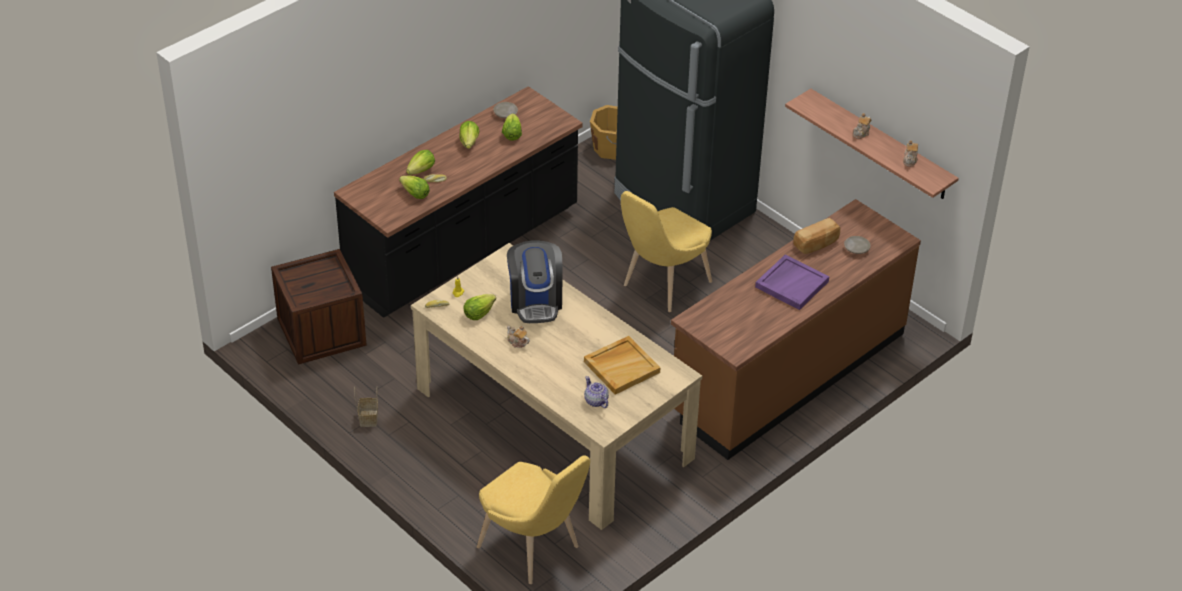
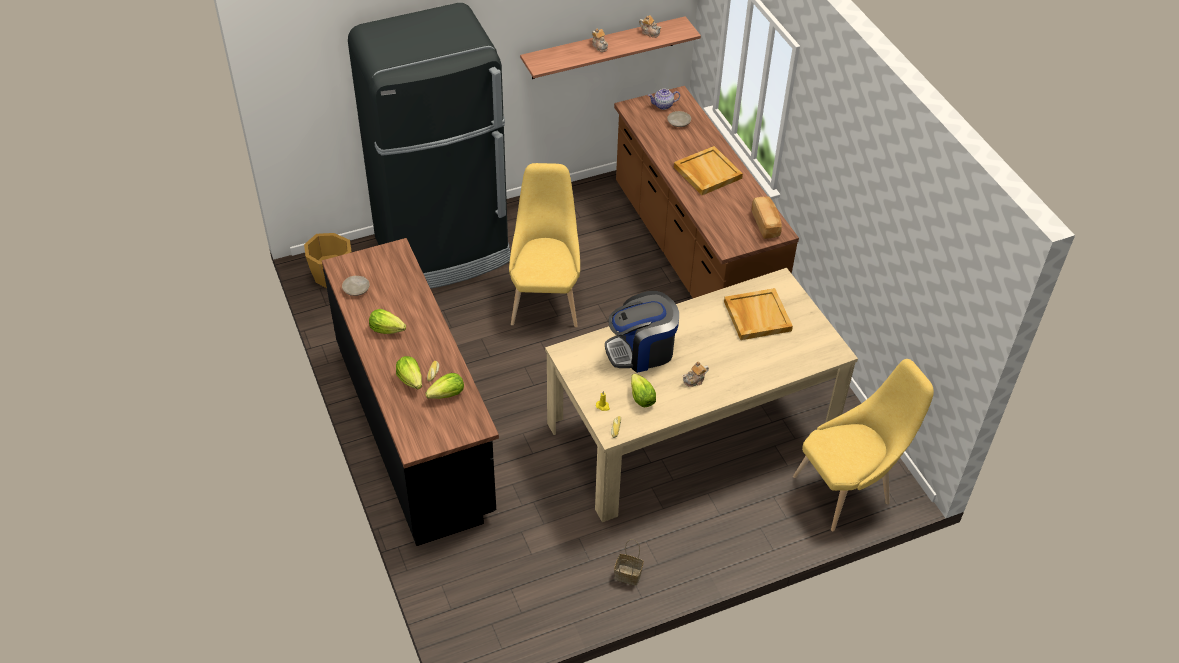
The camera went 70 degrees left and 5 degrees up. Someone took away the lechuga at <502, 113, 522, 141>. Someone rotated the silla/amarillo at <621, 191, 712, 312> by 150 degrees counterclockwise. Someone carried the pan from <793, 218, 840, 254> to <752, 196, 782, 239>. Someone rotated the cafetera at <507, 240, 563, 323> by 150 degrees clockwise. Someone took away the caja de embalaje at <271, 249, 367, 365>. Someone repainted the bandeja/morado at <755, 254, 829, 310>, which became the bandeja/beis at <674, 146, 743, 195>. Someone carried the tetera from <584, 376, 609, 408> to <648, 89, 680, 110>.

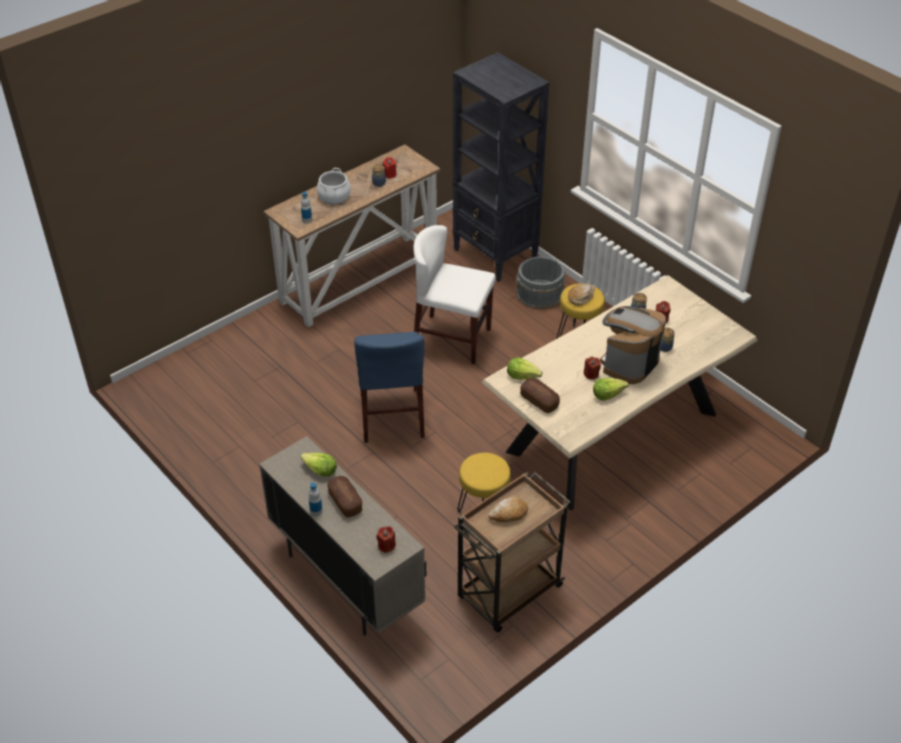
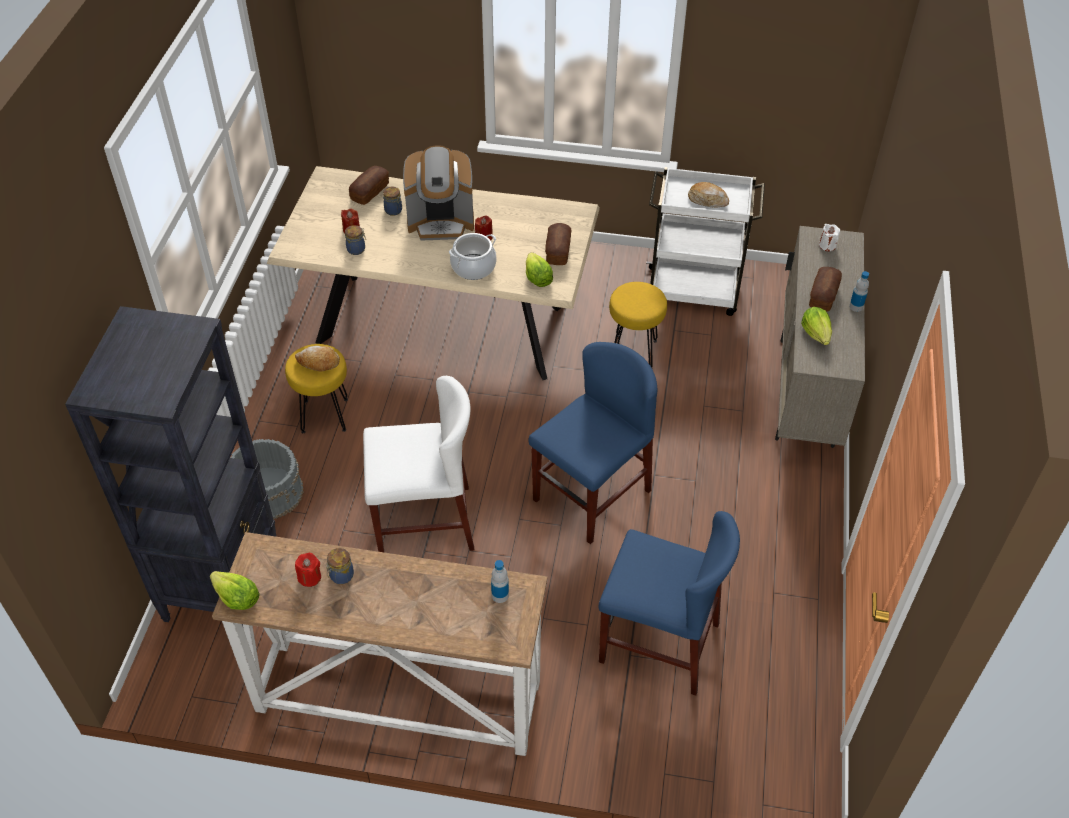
The camera went 130 degrees left and 5 degrees up. Someone carried the olla from <317, 168, 351, 204> to <449, 233, 496, 280>. Someone rotated the silla/blanco at <413, 225, 496, 364> by 75 degrees counterclockwise. Someone carried the lechuga from <593, 378, 629, 401> to <210, 571, 260, 610>. Someone repainted the carrito/marrón at <454, 472, 571, 633>, which became the carrito/blanco at <646, 167, 765, 316>. Someone repainted the vela/rojo at <376, 526, 396, 553>, which became the vela/blanco at <819, 224, 840, 251>. Someone put down the pan at <349, 166, 389, 205>. Someone put down the silla/azul at <599, 511, 740, 696>.

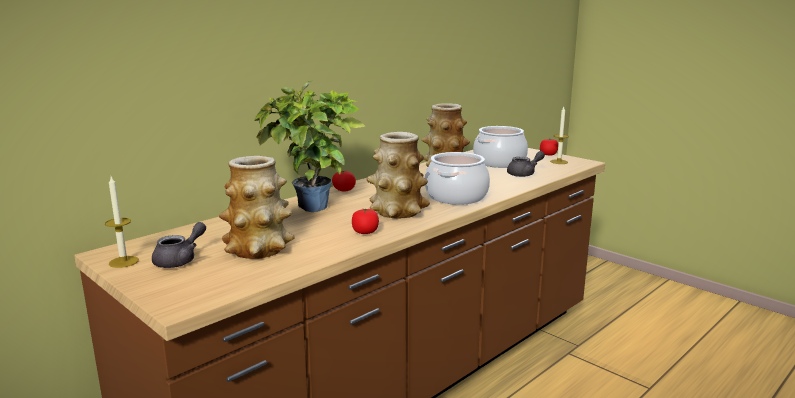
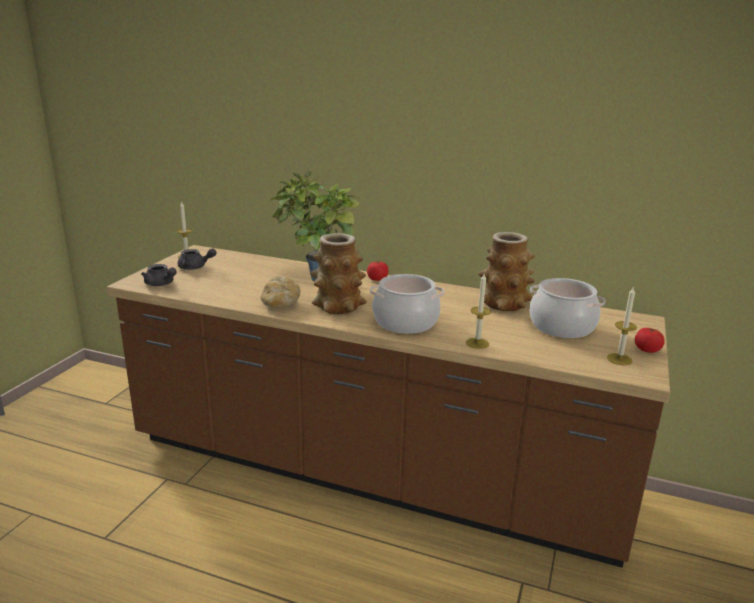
The camera went 65 degrees right and 5 degrees up. Someone carried the tetera/gris from <507, 151, 545, 177> to <141, 264, 177, 286>. Someone took away the florero at <219, 156, 295, 259>. Someone swapped the tomate at <352, 208, 379, 234> for the pan at <260, 276, 300, 308>. Someone put down the vela at <466, 274, 491, 349>.

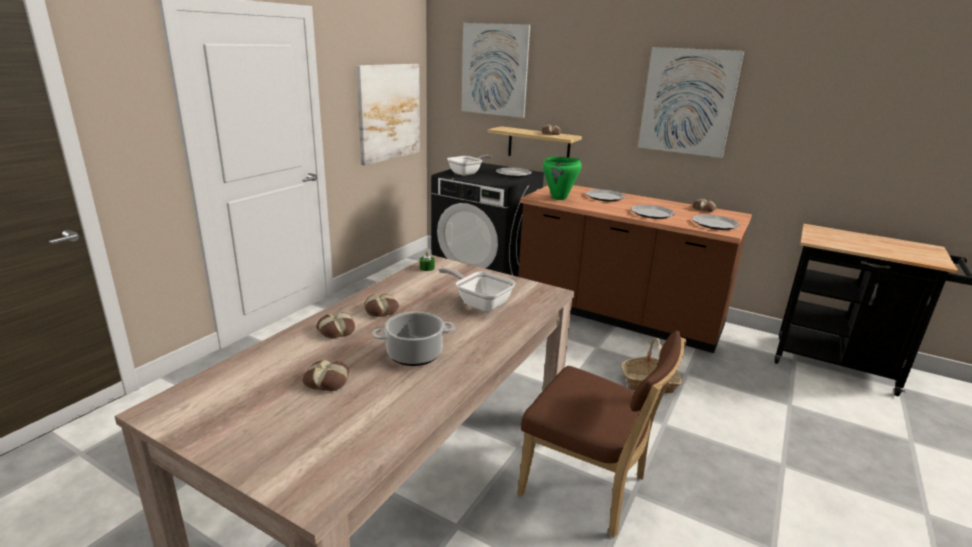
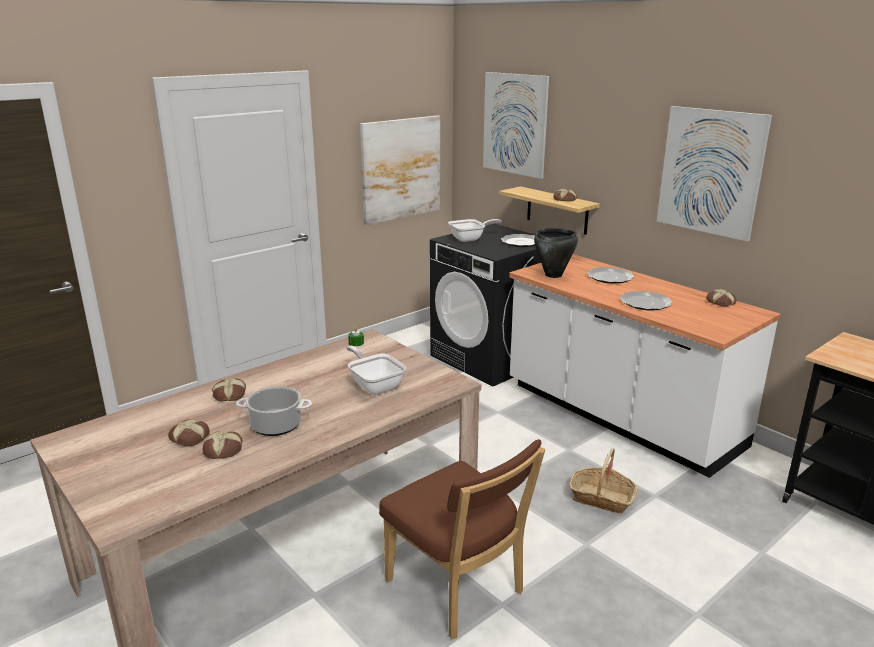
The camera went 20 degrees right and 0 degrees up. Someone repainted the olla/verde at <543, 157, 582, 200>, which became the olla/negro at <534, 228, 578, 278>. Someone repainted the mueble bajo de cocina/marrón at <518, 185, 752, 353>, which became the mueble bajo de cocina/blanco at <509, 254, 781, 478>. Someone took away the plato at <692, 214, 740, 230>. Someone carried the pan from <364, 294, 399, 317> to <203, 431, 243, 459>.

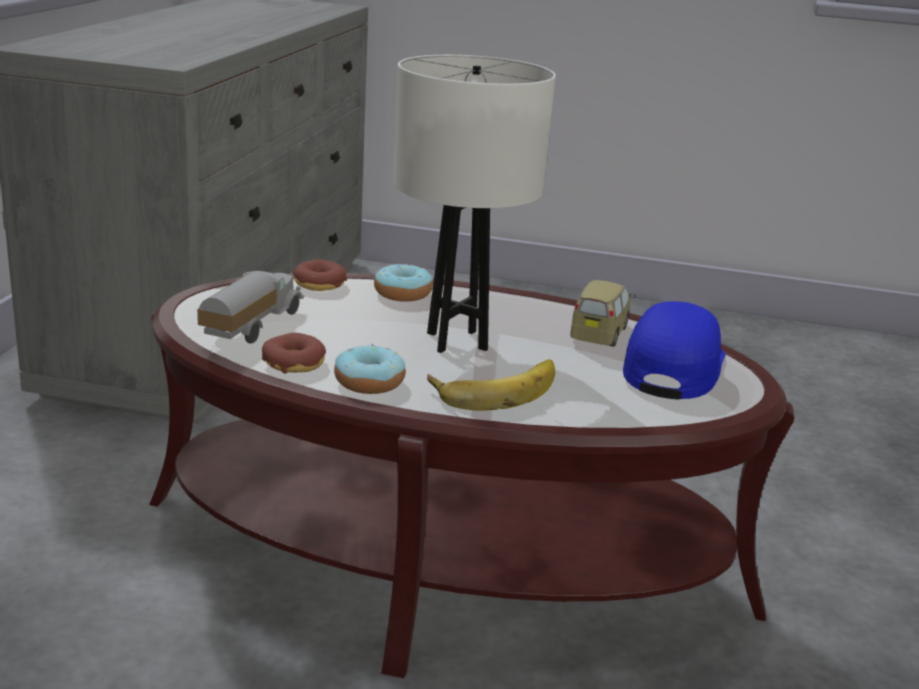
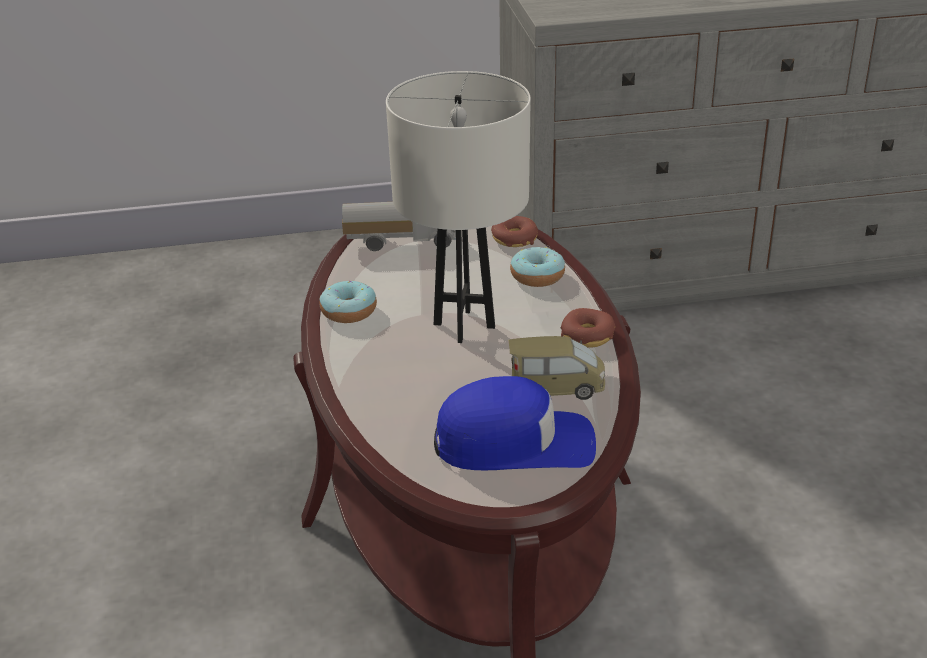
The camera went 70 degrees right and 10 degrees up. Someone carried the rosquilla from <262, 333, 326, 374> to <561, 308, 615, 348>. Someone took away the plátano at <427, 359, 555, 411>.

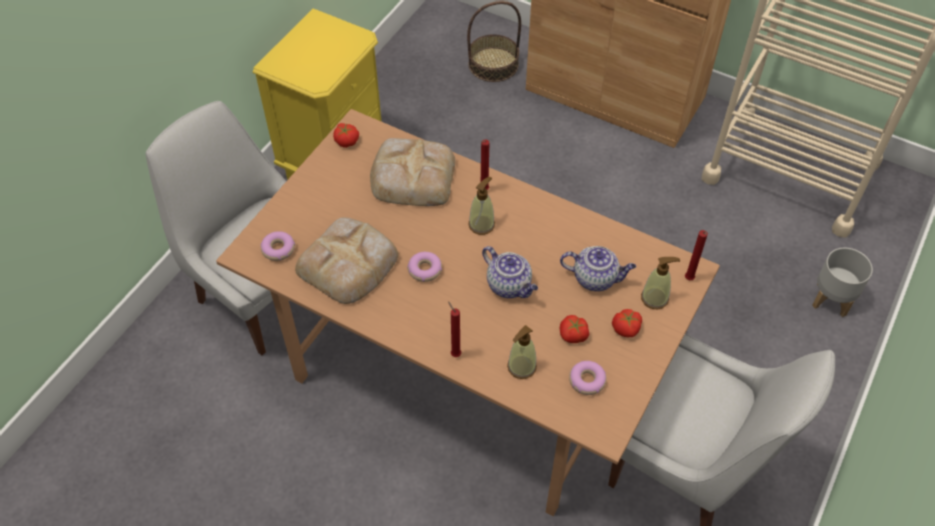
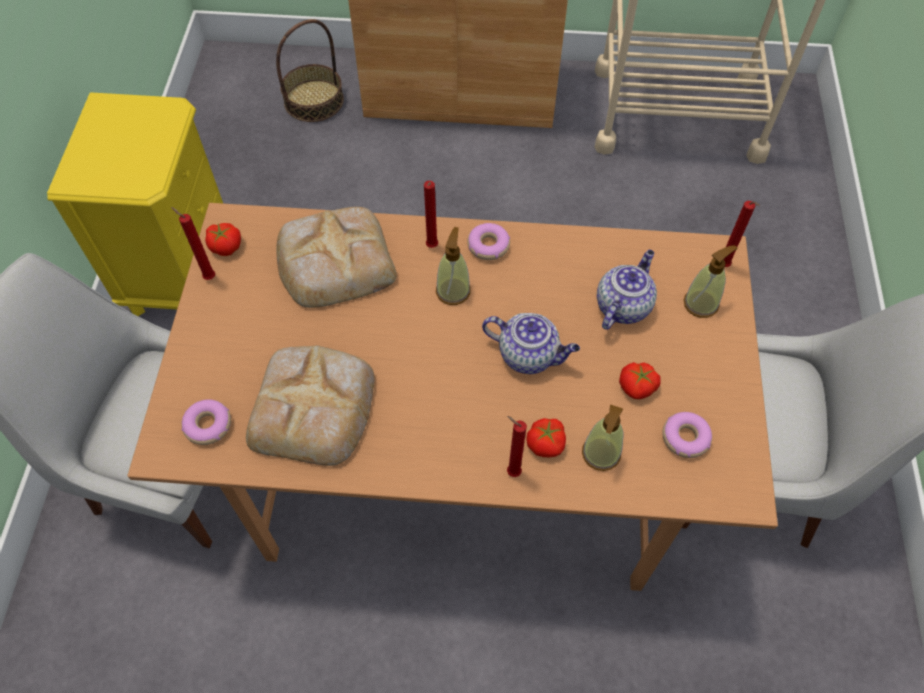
The camera went 25 degrees left and 5 degrees up. Someone rotated the tetera at <560, 246, 636, 291> by 45 degrees counterclockwise. Someone took away the maceta/gris at <812, 248, 873, 317>. Someone carried the rosquilla from <407, 252, 442, 282> to <467, 223, 510, 260>. Someone carried the tomate from <612, 309, 642, 337> to <526, 418, 566, 457>. Someone put down the vela/rojo at <171, 207, 215, 280>.

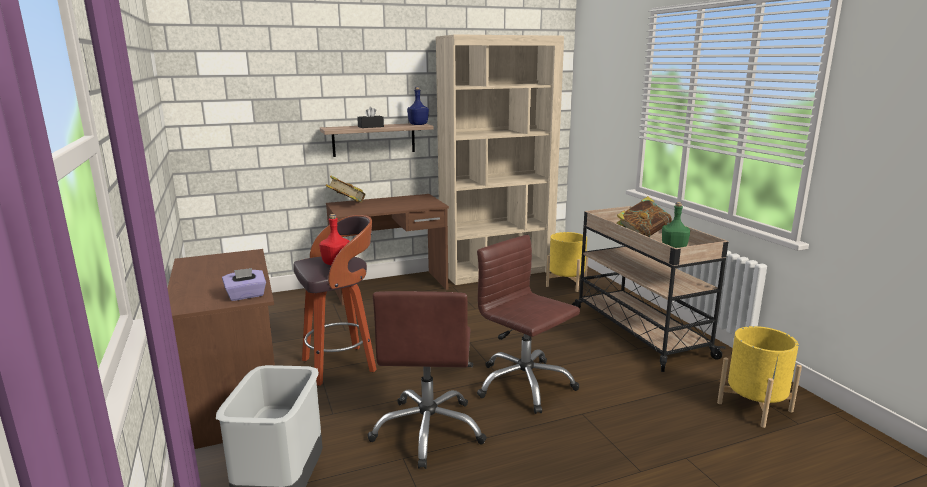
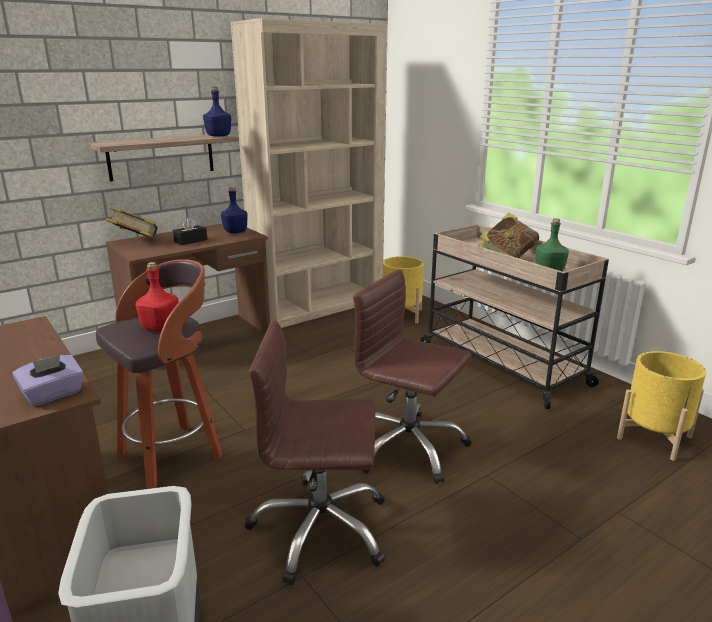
The camera went 15 degrees left and 5 degrees up. Someone carried the caja de pañuelos/negro from <357, 107, 384, 128> to <173, 217, 207, 245>. Someone rotated the silla de oficina/marrón at <368, 291, 487, 469> by 105 degrees clockwise. Someone put down the botella/azul at <221, 187, 248, 233>.

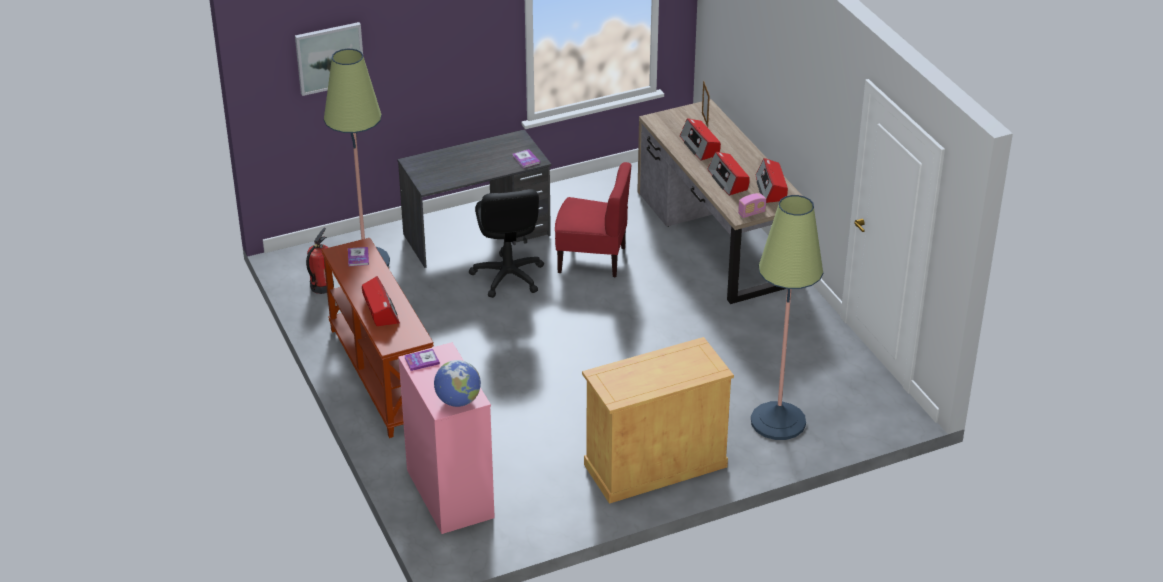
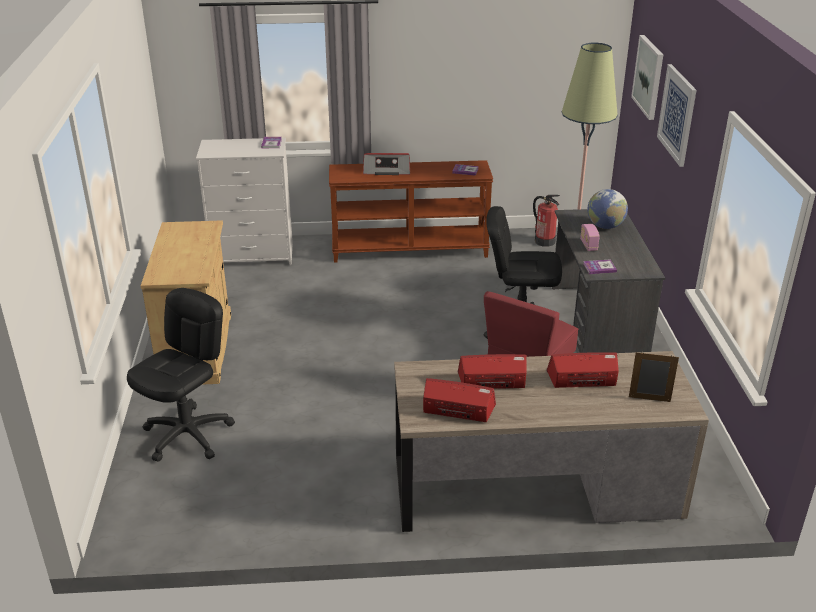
The camera went 110 degrees right and 5 degrees down. Someone carried the radio from <738, 193, 766, 218> to <580, 224, 600, 251>. Someone swapped the lámpara de pie at <751, 195, 823, 440> for the silla de oficina/negro at <127, 288, 235, 462>. Someone repainted the cómoda/rosa at <398, 342, 495, 534>, which became the cómoda/blanco at <196, 138, 293, 265>. Someone carried the globo terráqueo from <434, 360, 481, 407> to <587, 189, 628, 229>. Someone put up the cuadro at <657, 64, 697, 167>.

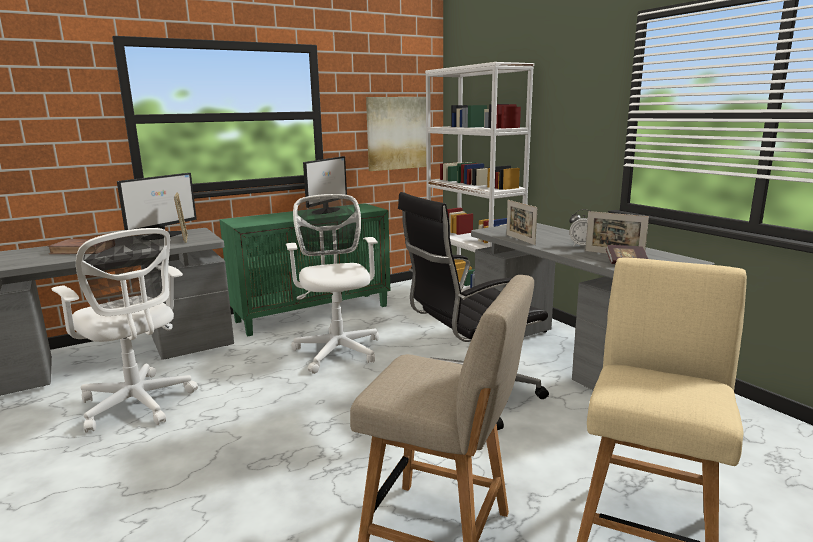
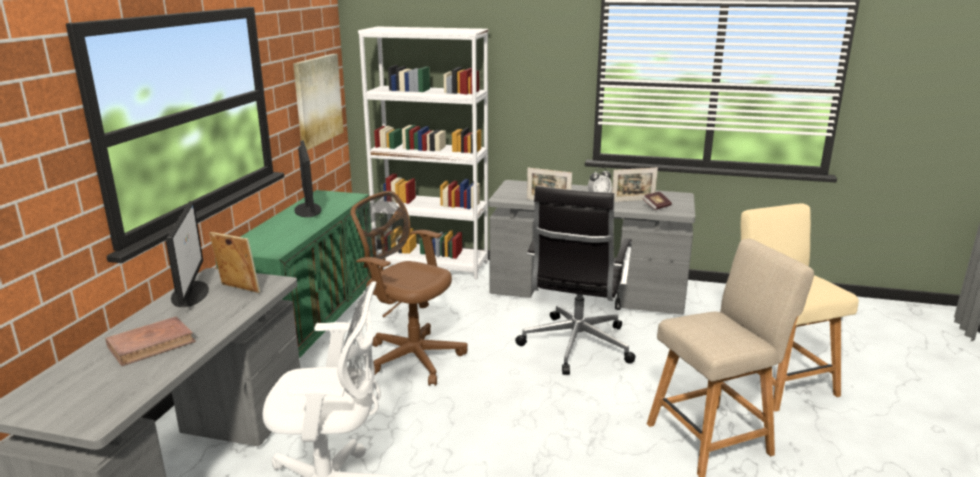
The camera went 45 degrees left and 5 degrees up. Someone repainted the silla de oficina/blanco at <286, 194, 379, 374>, which became the silla de oficina/marrón at <351, 191, 467, 386>.

